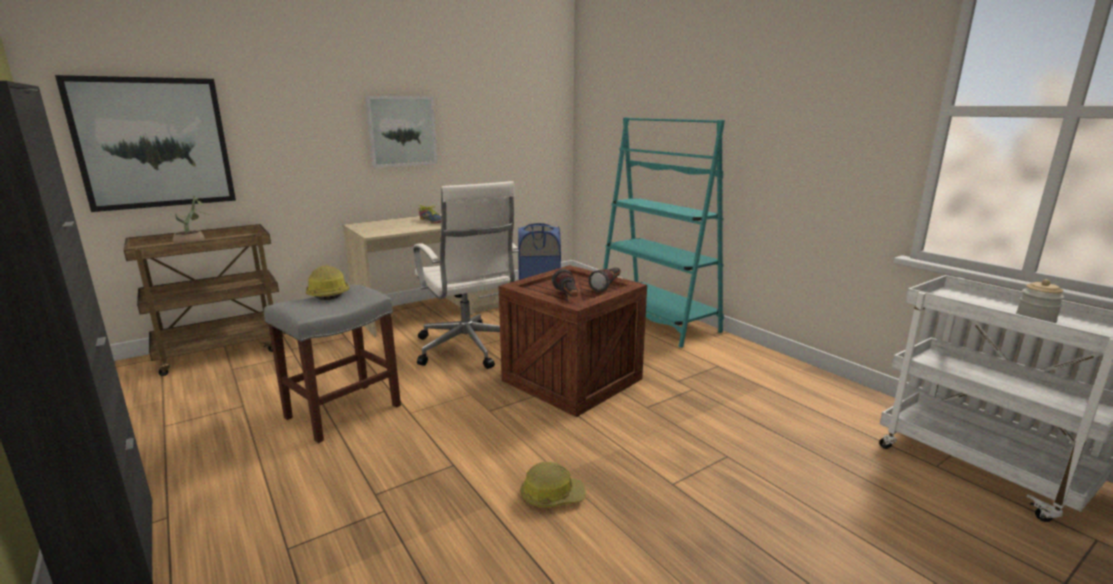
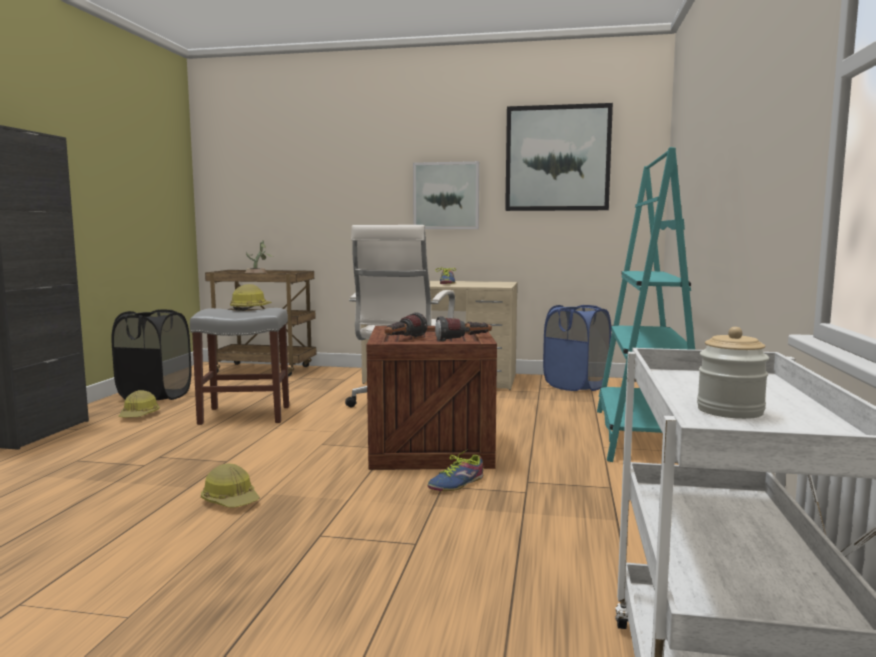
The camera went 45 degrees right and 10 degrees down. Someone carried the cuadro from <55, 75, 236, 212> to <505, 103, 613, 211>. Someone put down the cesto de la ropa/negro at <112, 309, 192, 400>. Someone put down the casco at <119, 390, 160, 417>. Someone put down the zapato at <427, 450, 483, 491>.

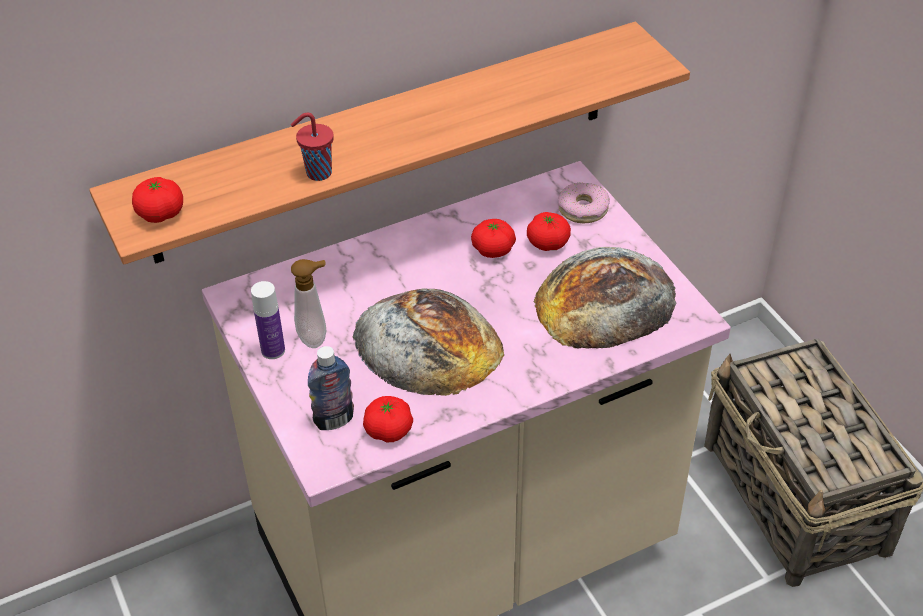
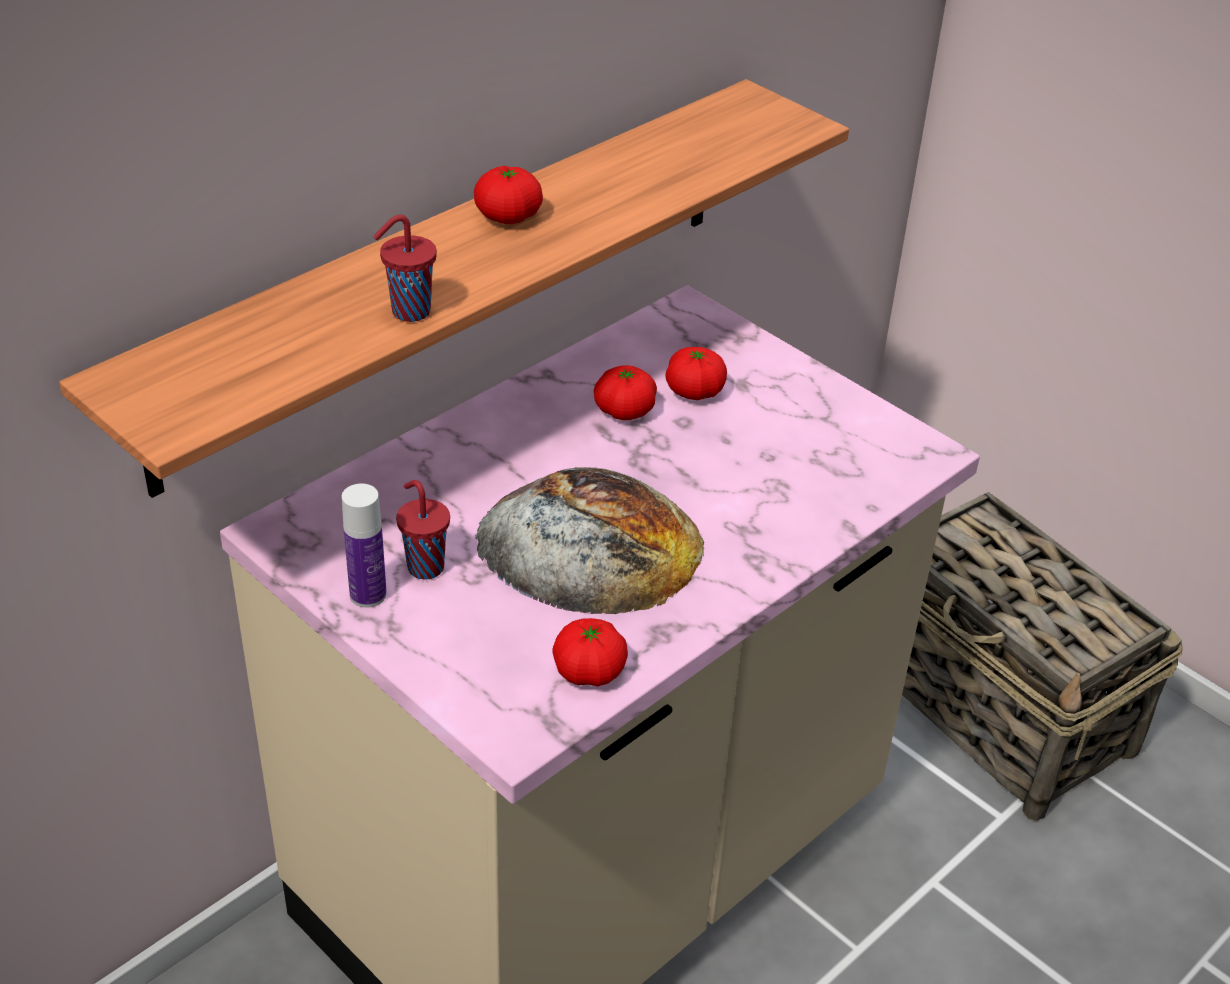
The camera went 20 degrees left and 5 degrees down. Someone carried the tomate from <132, 177, 183, 223> to <474, 166, 543, 224>. Someone took away the rosquilla at <558, 183, 610, 223>. Someone took away the pan at <534, 247, 676, 349>. Someone swapped the dispensador de jabón at <291, 259, 327, 348> for the taza/rojo at <396, 480, 450, 580>. Someone took away the botella at <308, 346, 354, 430>.

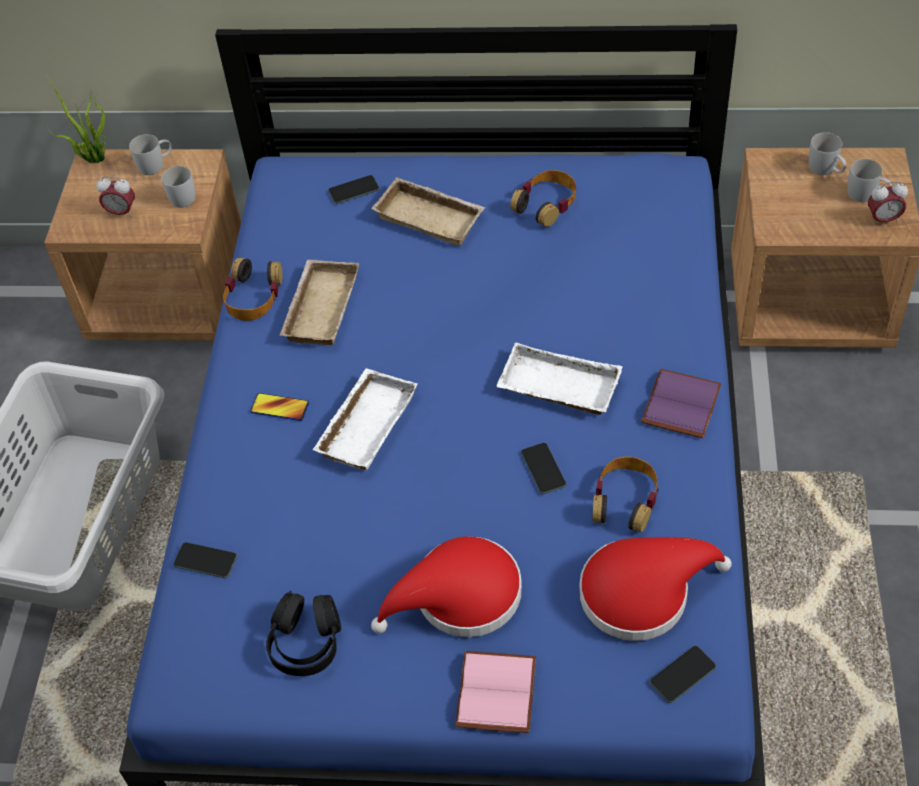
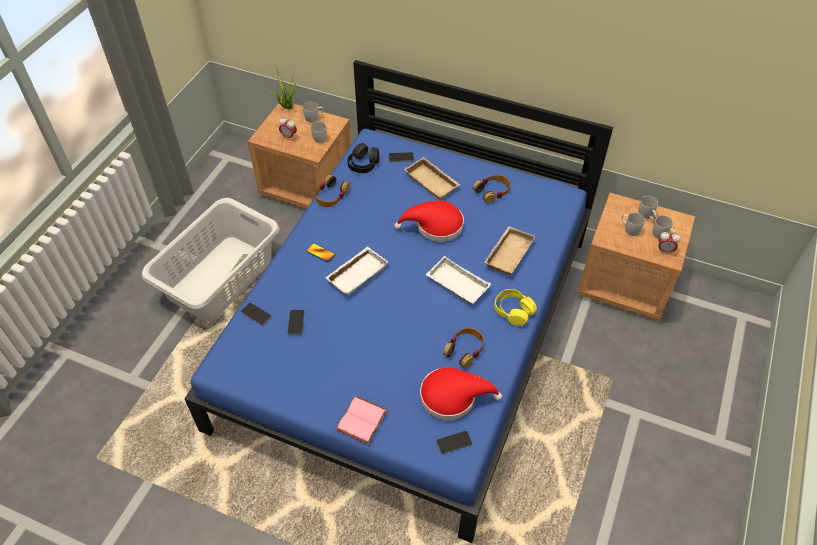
The camera went 15 degrees right and 0 degrees up. Someone carried the bandeja/beis from <280, 259, 360, 345> to <484, 226, 535, 275>. Someone swapped the libro/morado at <641, 369, 721, 438> for the auriculares/amarillo at <494, 289, 537, 326>. Someone carried the móvil from <521, 443, 567, 494> to <287, 310, 305, 335>. Someone carried the sombrero/rojo from <371, 536, 522, 637> to <394, 200, 464, 242>. Someone carried the auriculares/negro from <266, 591, 341, 676> to <347, 142, 379, 173>. Someone put down the taza grande/blanco at <622, 213, 645, 236>.

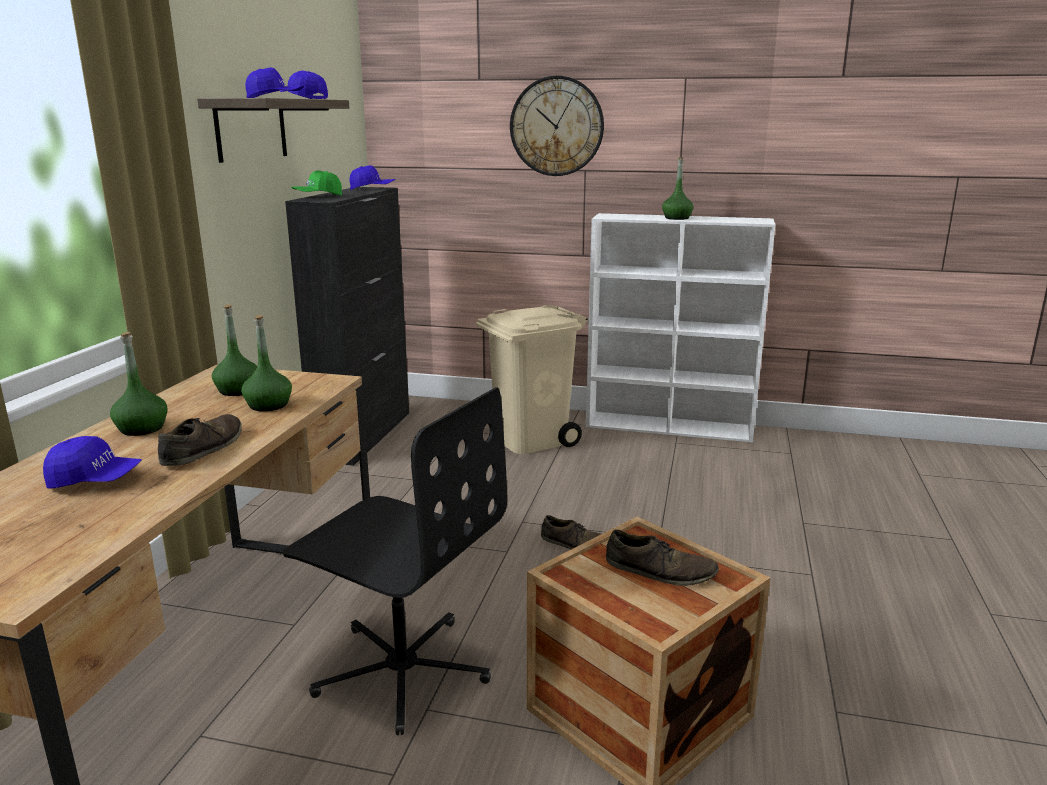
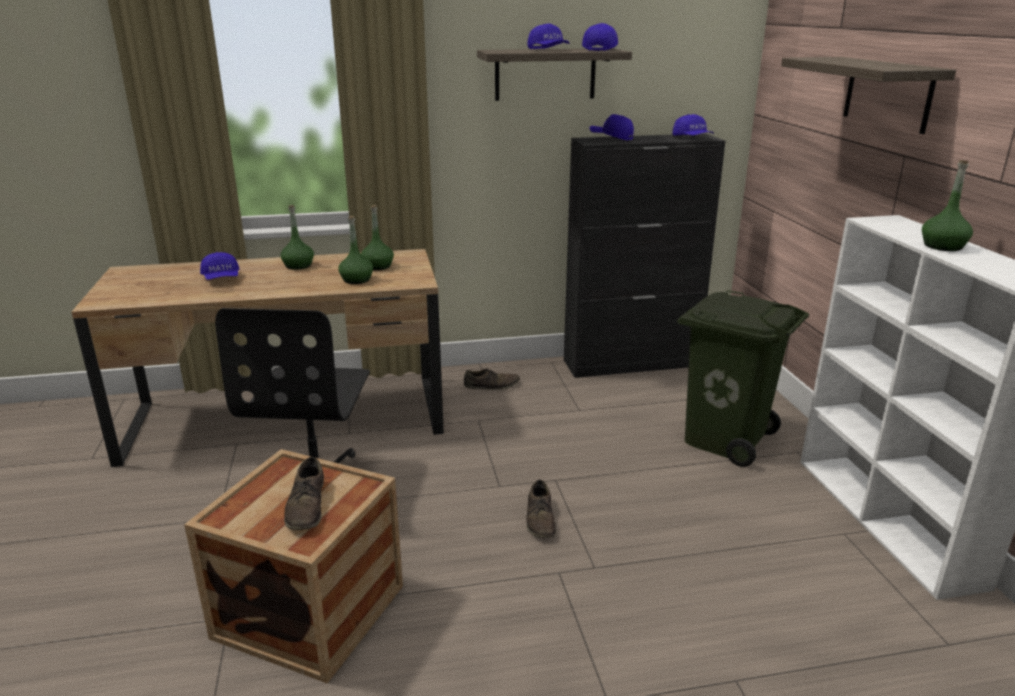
The camera went 65 degrees right and 5 degrees up. Someone swapped the reloj de pared at <510, 76, 604, 176> for the estante at <781, 57, 956, 134>. Someone repainted the gorra/verde at <291, 170, 342, 196>, which became the gorra/azul at <590, 114, 634, 141>. Someone repainted the papelera/beis at <476, 305, 588, 454>, which became the papelera/verde at <677, 290, 809, 467>. Someone carried the zapato/marrón from <158, 414, 242, 466> to <464, 369, 520, 390>.

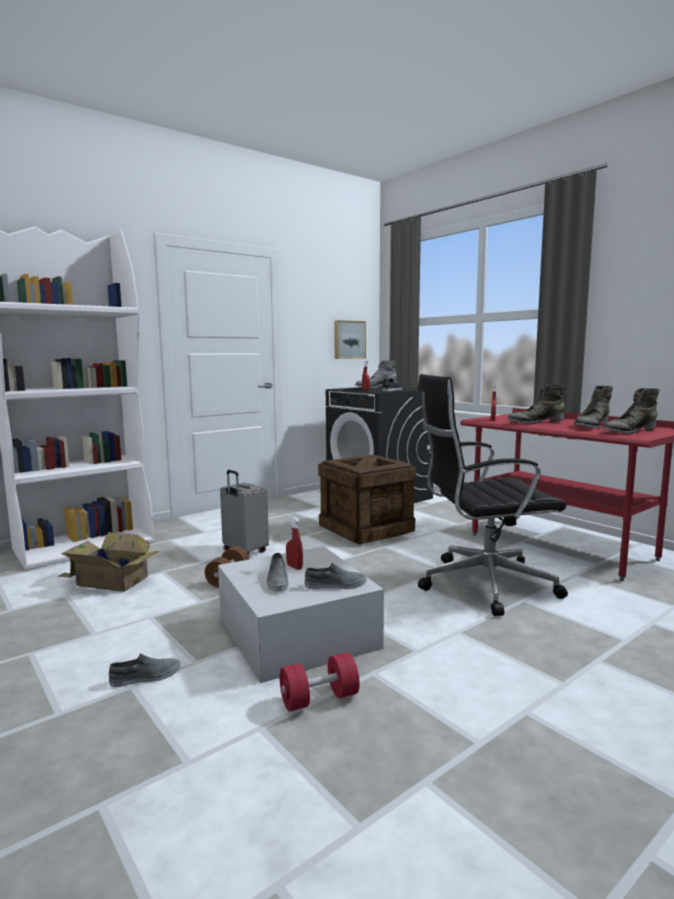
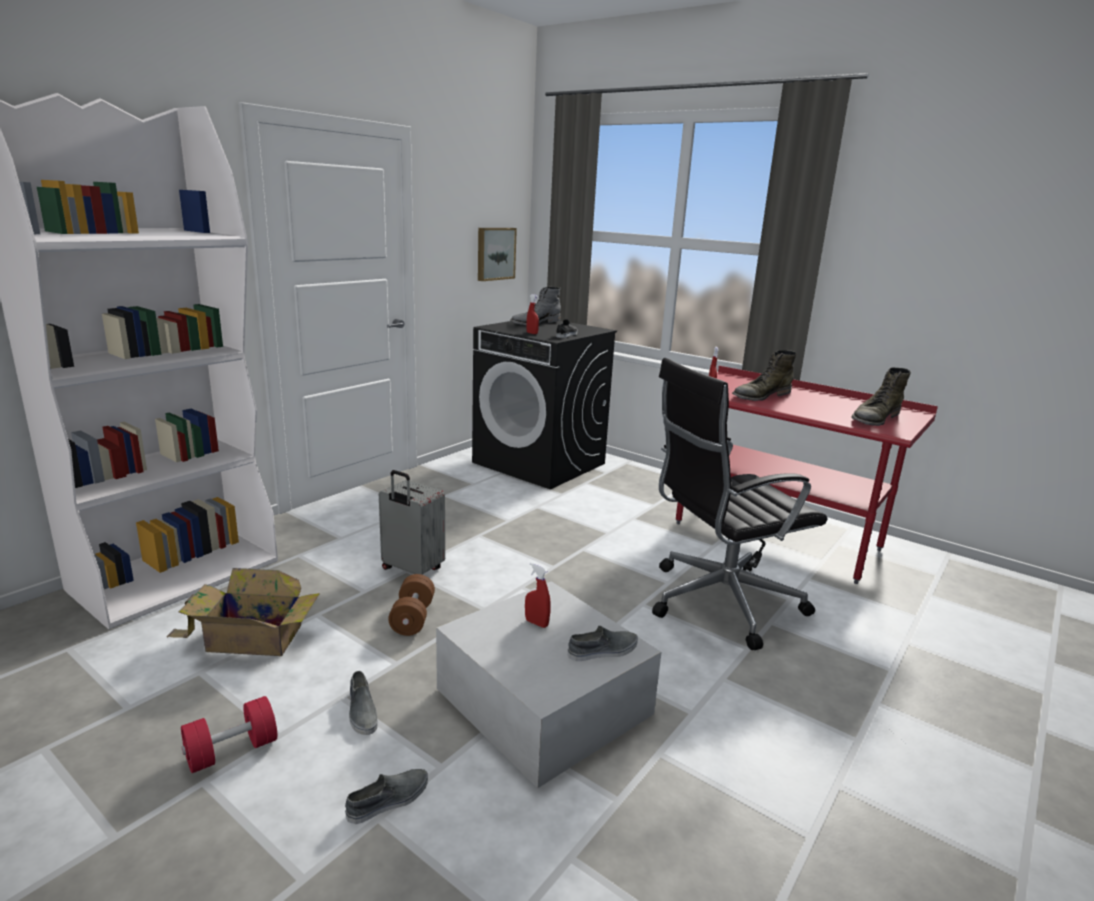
The camera went 15 degrees left and 10 degrees up. Someone took away the bota/verde at <573, 386, 613, 429>. Someone took away the caja de embalaje at <318, 455, 416, 544>. Someone carried the zapato/gris from <267, 553, 288, 591> to <349, 671, 378, 735>. Someone carried the mancuerna/rojo from <280, 652, 360, 712> to <181, 696, 277, 773>.

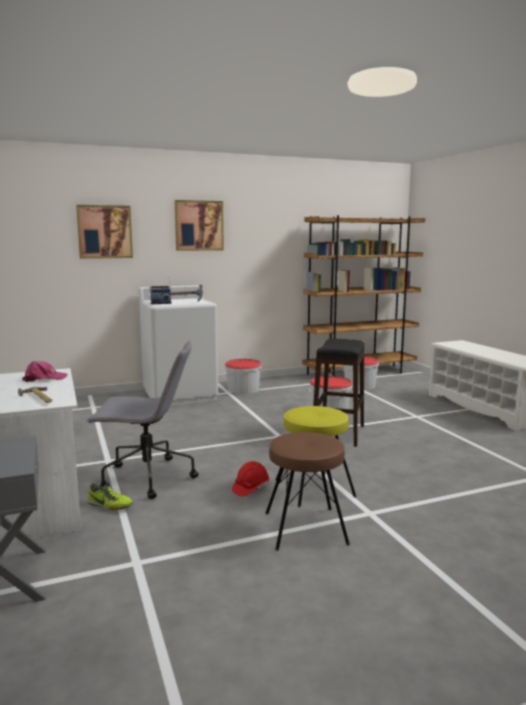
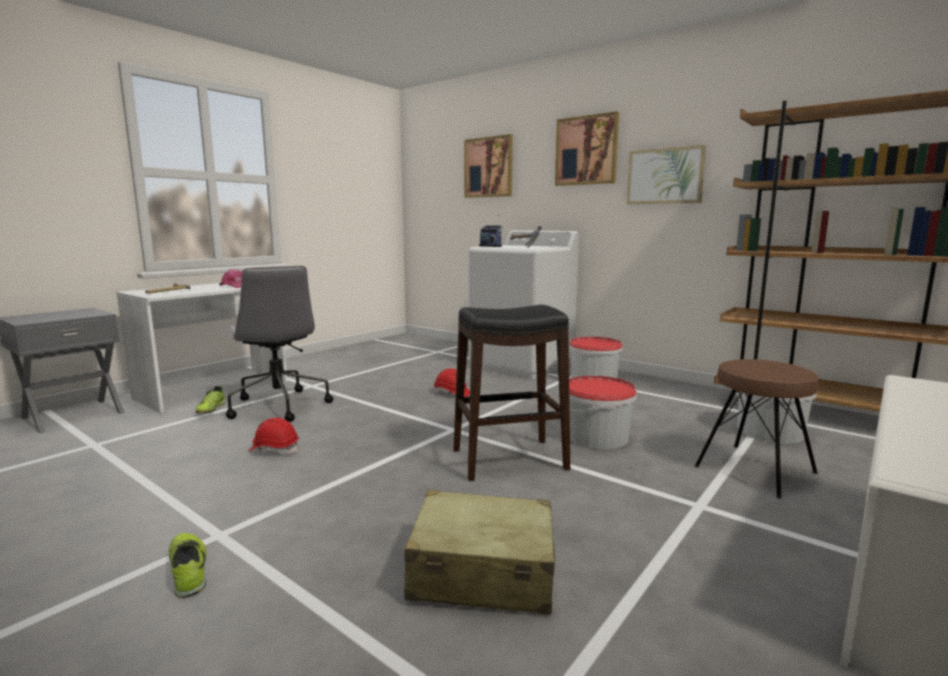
The camera went 60 degrees right and 0 degrees up. Someone took away the taburete/amarillo at <275, 406, 356, 507>. Someone carried the taburete/marrón from <265, 432, 350, 551> to <695, 359, 819, 499>. Someone put up the cuadro at <627, 145, 706, 204>. Someone put down the casco/rojo at <434, 368, 470, 397>. Someone put down the maleta/beis at <404, 490, 555, 615>. Someone put down the zapato at <169, 533, 206, 598>.

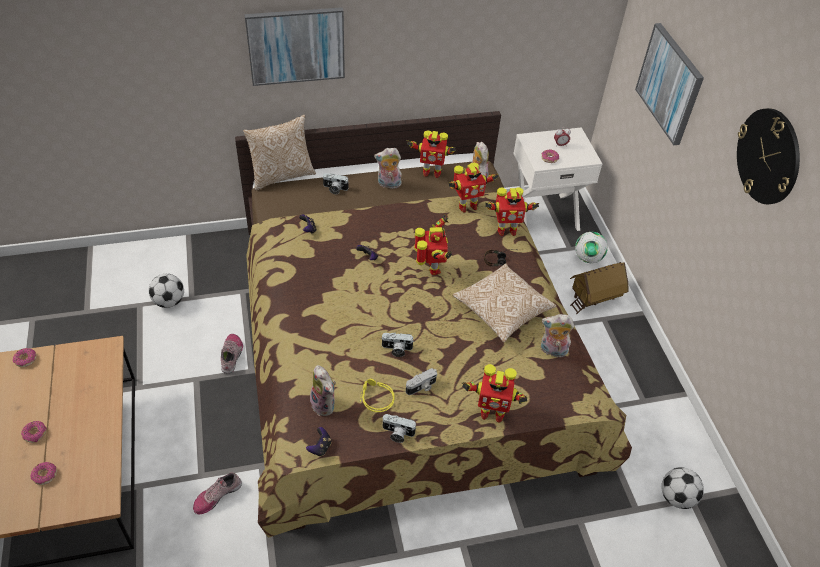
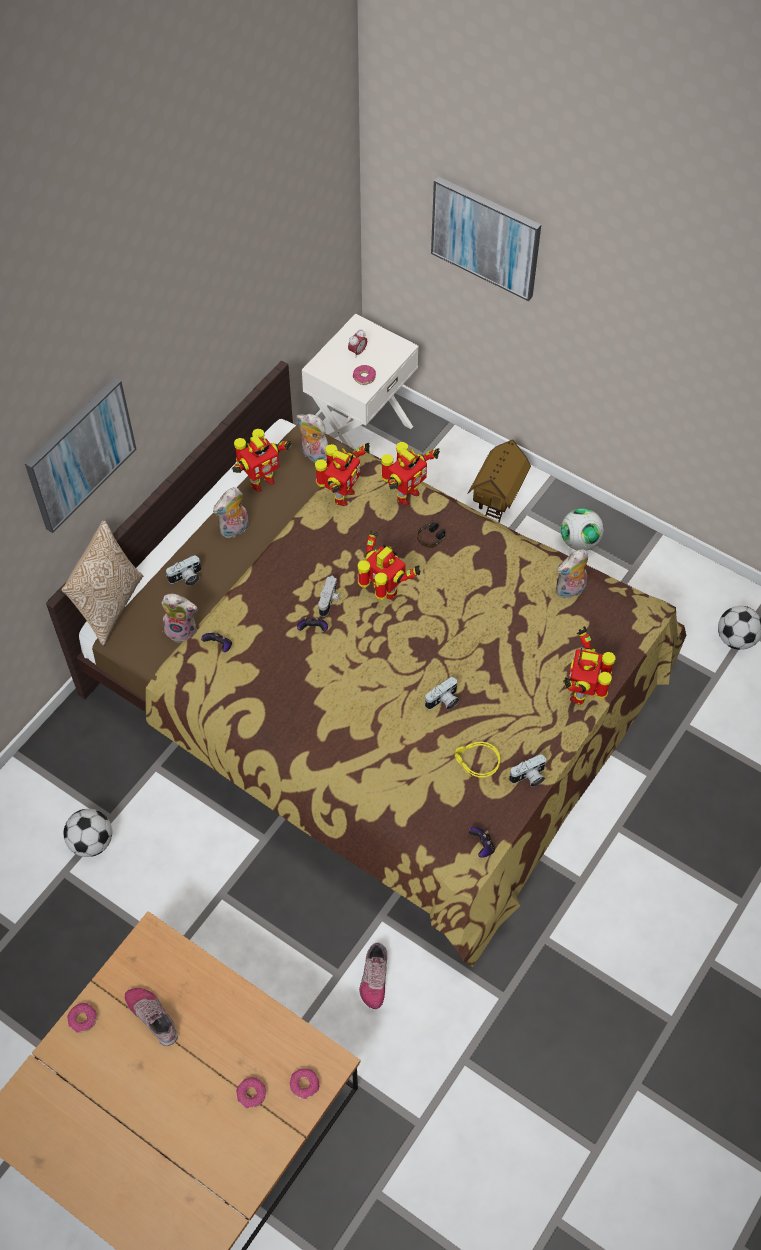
The camera went 40 degrees left and 10 degrees up. Someone took away the reloj de pared at <737, 108, 800, 204>. Someone carried the balón de fútbol from <575, 232, 608, 263> to <561, 508, 604, 550>. Someone took away the cojín at <453, 263, 556, 342>. Someone carried the zapato from <221, 334, 243, 374> to <125, 988, 178, 1046>. Someone rotated the robot de juguete at <462, 364, 527, 423> by 135 degrees clockwise. Someone carried the peluche from <310, 365, 336, 416> to <161, 593, 198, 642>. Someone carried the cámara from <406, 368, 437, 395> to <318, 576, 340, 617>. Someone carried the rosquilla from <21, 421, 47, 443> to <290, 1068, 319, 1099>.

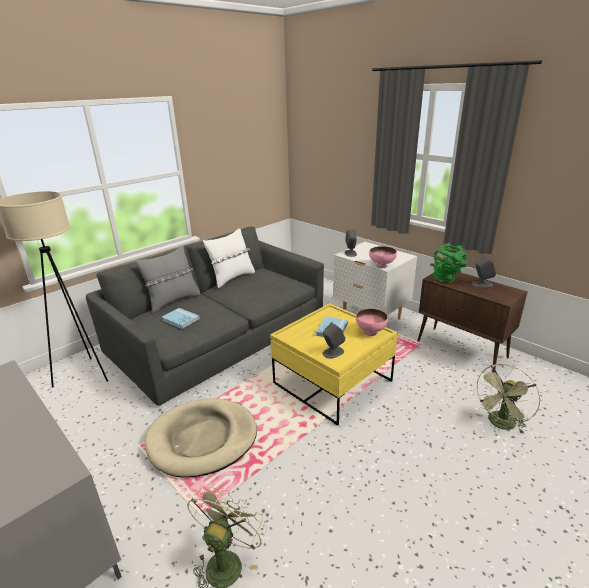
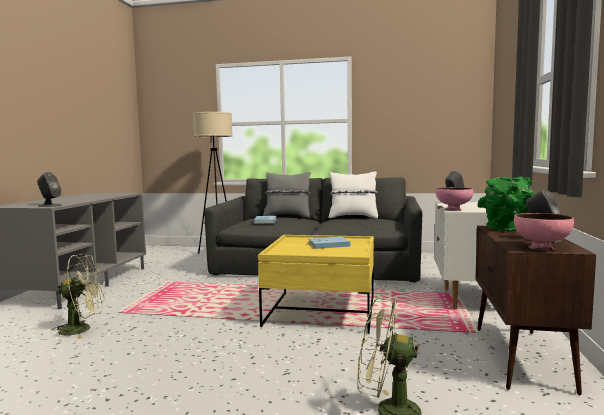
The camera went 55 degrees right and 20 degrees down. Someone carried the cuenco/rosa from <356, 308, 388, 336> to <514, 213, 574, 250>. Someone carried the altavoz/gris from <322, 322, 345, 359> to <37, 172, 62, 207>. Someone took away the cama para perro/beis at <145, 398, 257, 478>.

